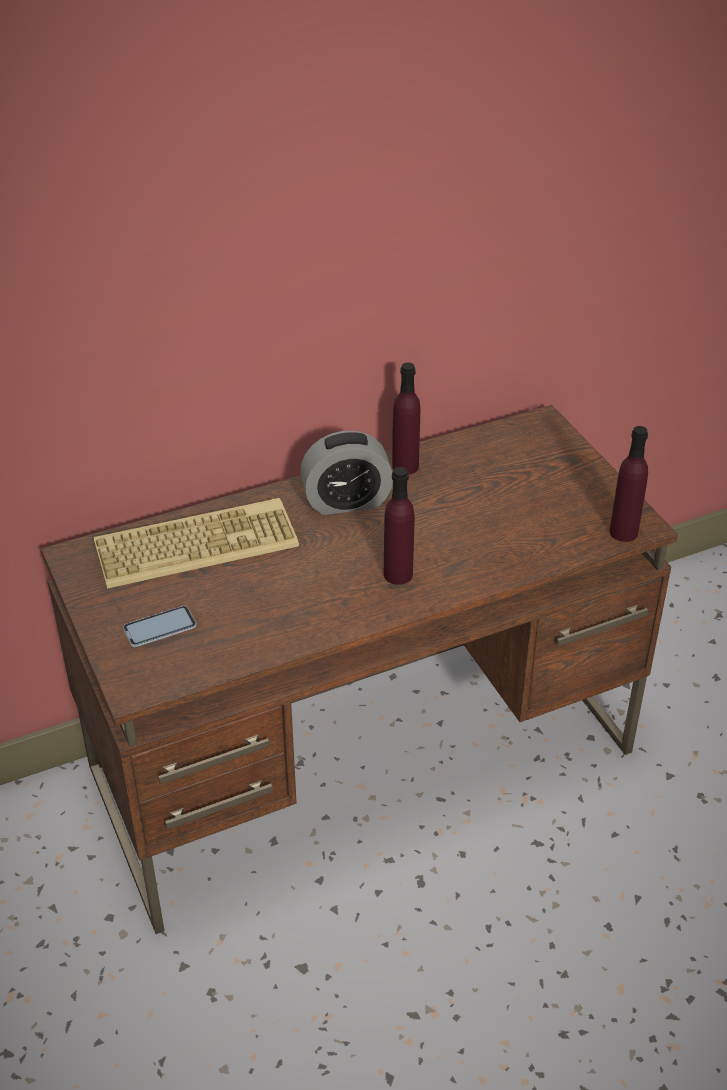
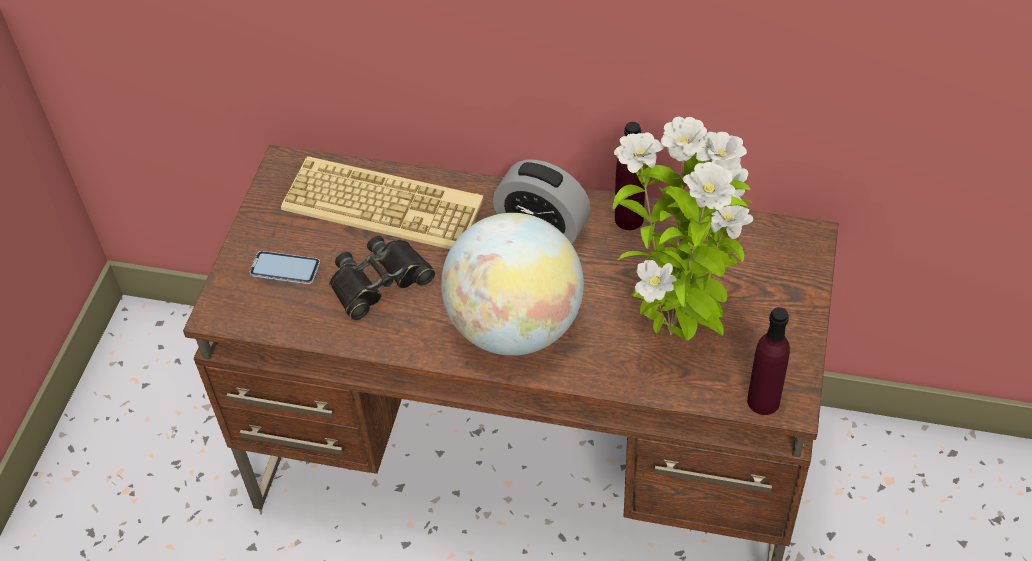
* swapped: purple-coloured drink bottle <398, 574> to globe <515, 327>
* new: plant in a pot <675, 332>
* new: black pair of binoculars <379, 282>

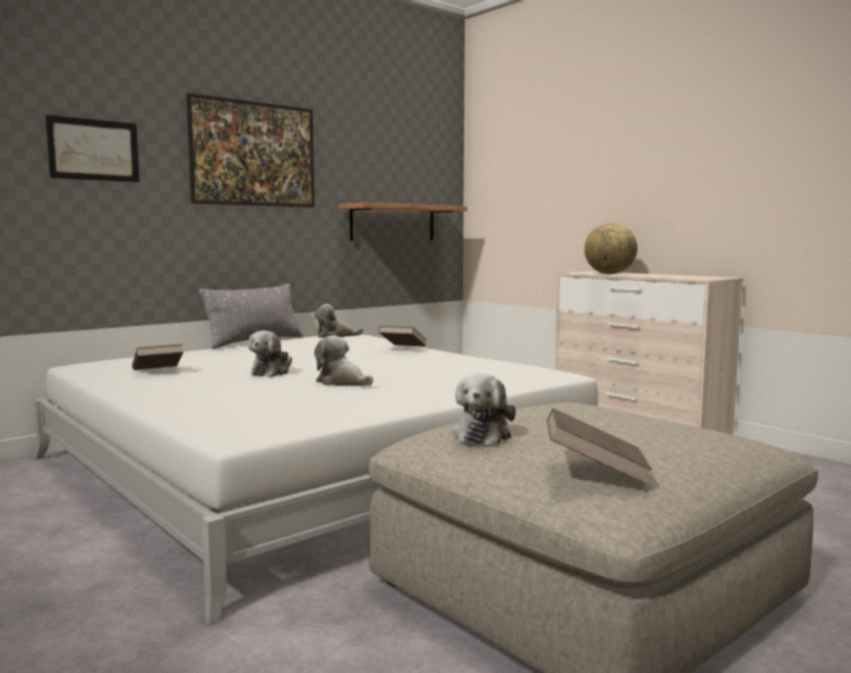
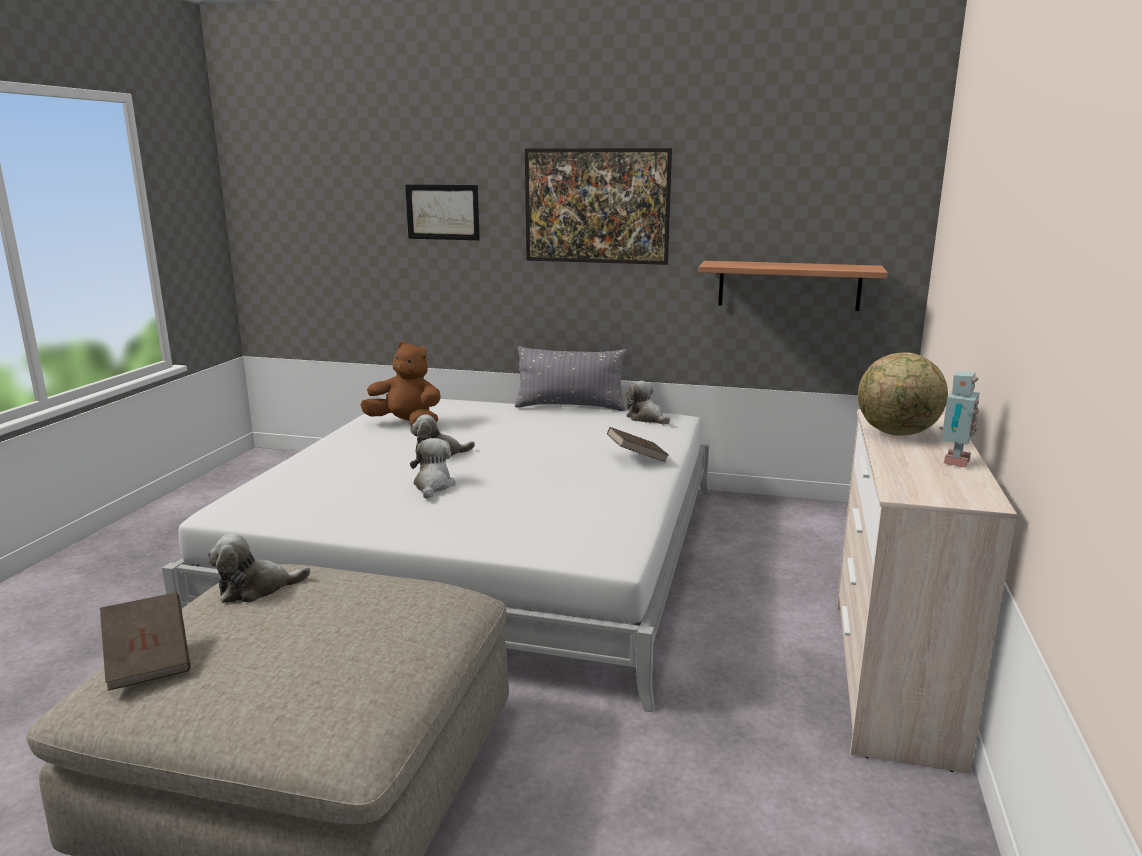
* swapped: brown bound book <157, 372> to brown plush toy <406, 425>
* new: toy robot <953, 462>

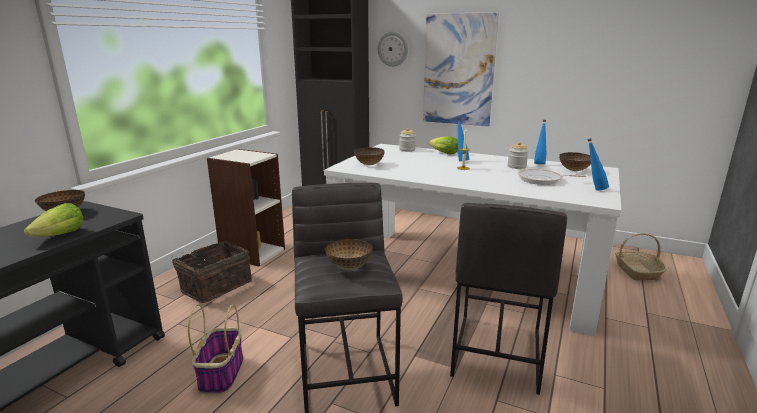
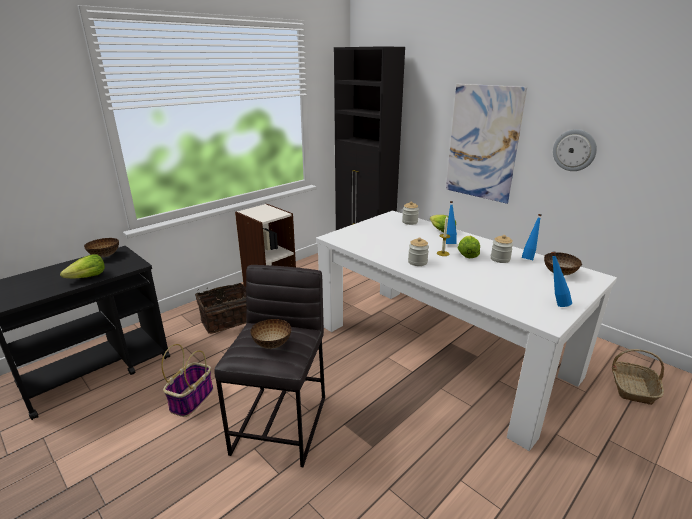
* shifted: clock on the wall <393, 49> to <574, 150>
* gone: deep dish <369, 164>
* gone: pan <542, 180>
* gone: greyish stool seat <495, 352>
* new: lettuce head <467, 254>
* new: storage jar <417, 262>

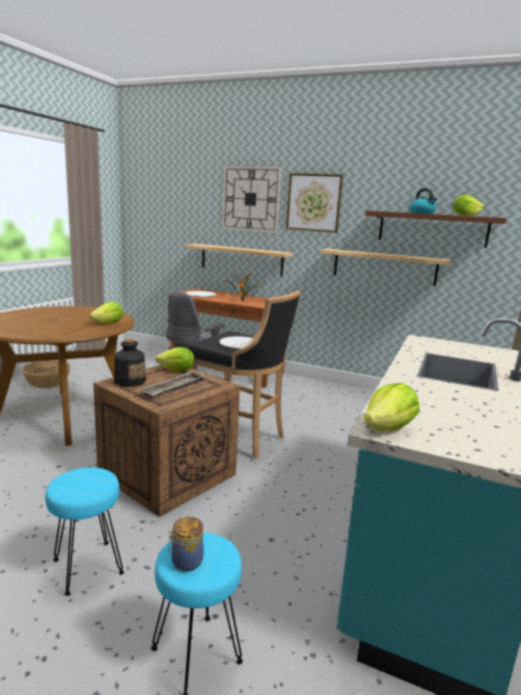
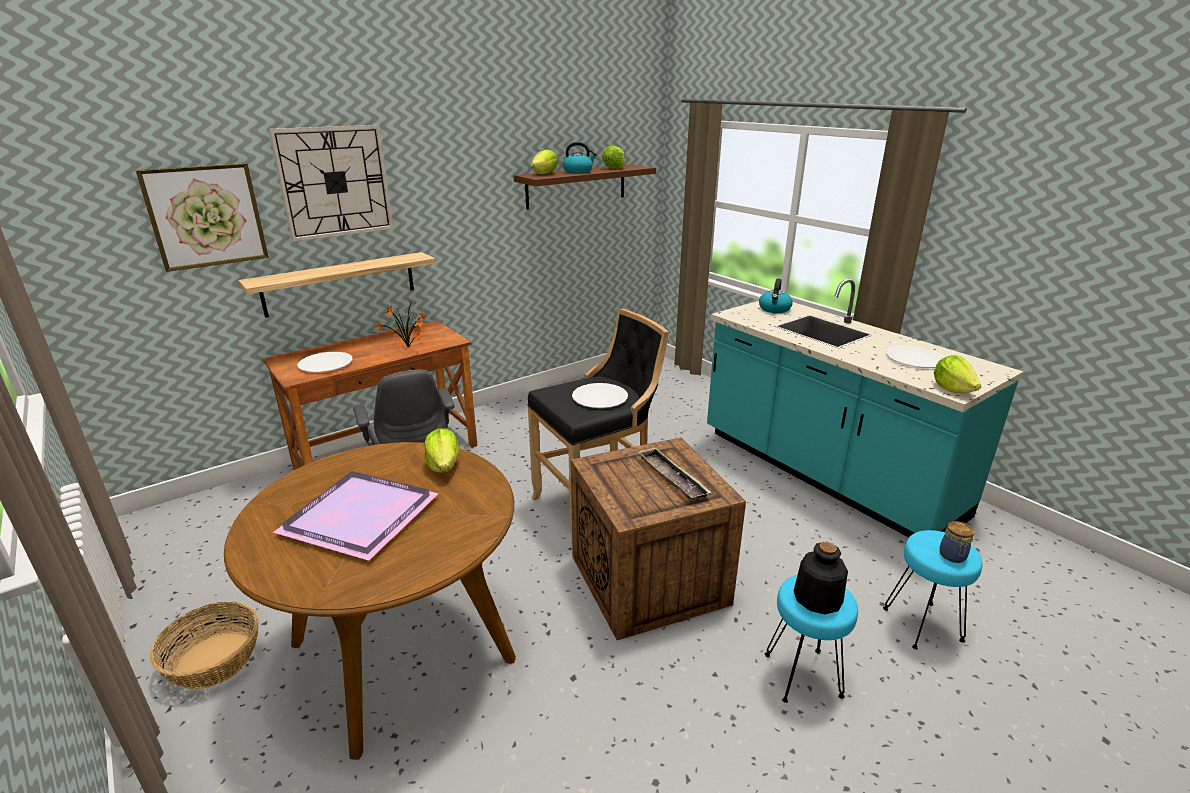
* shifted: wall art <313, 202> to <206, 216>
* gone: wall shelf <384, 267>
* shifted: drink bottle <130, 381> to <817, 598>
* shifted: lettuce head <177, 371> to <545, 174>
* new: tea kettle <774, 309>
* new: whitish dinner plate <915, 359>
* new: purple-coloured serving tray <360, 518>

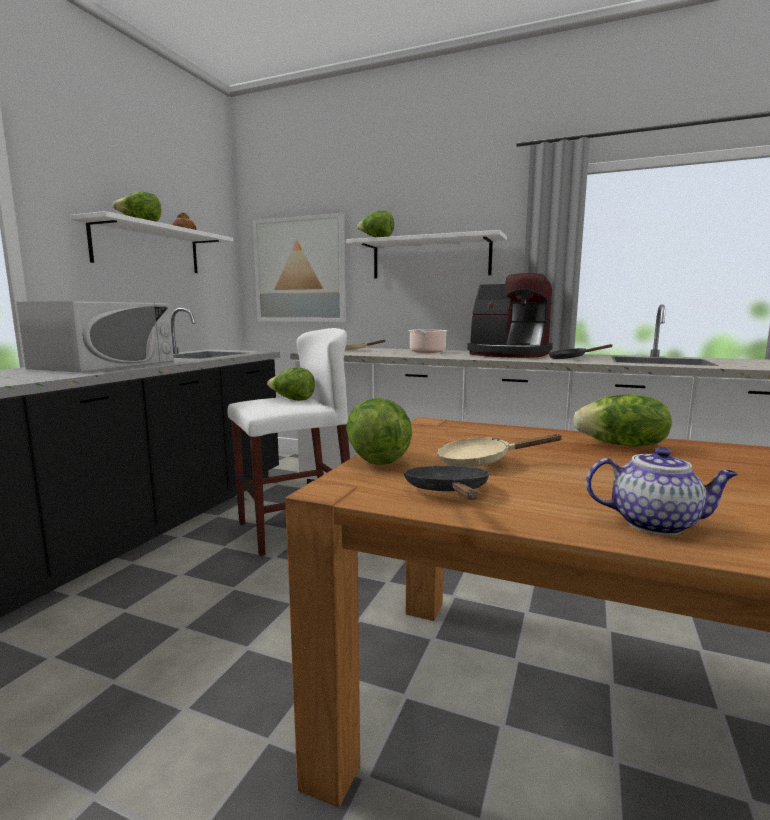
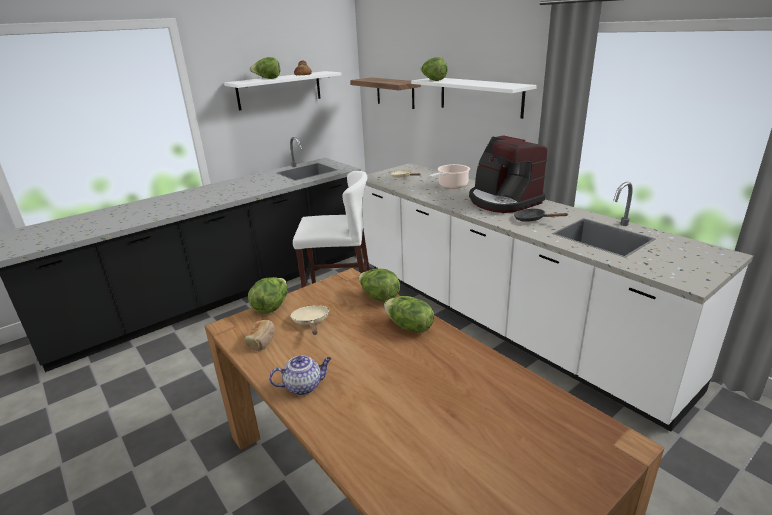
* swapped: wall art <300, 270> to wall shelf <395, 92>
* gone: whitish microwave oven <105, 365>
* shifted: lettuce head <292, 400> to <379, 297>
* rotated: sand-coloured pan <481, 462> = <311, 322> 45 degrees clockwise
* rotated: teapot <655, 523> = <304, 386> 60 degrees counterclockwise
* swapped: black pan <448, 493> to baked bread <262, 341>

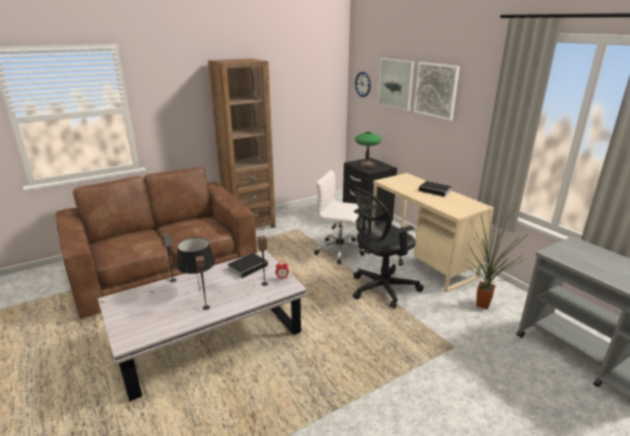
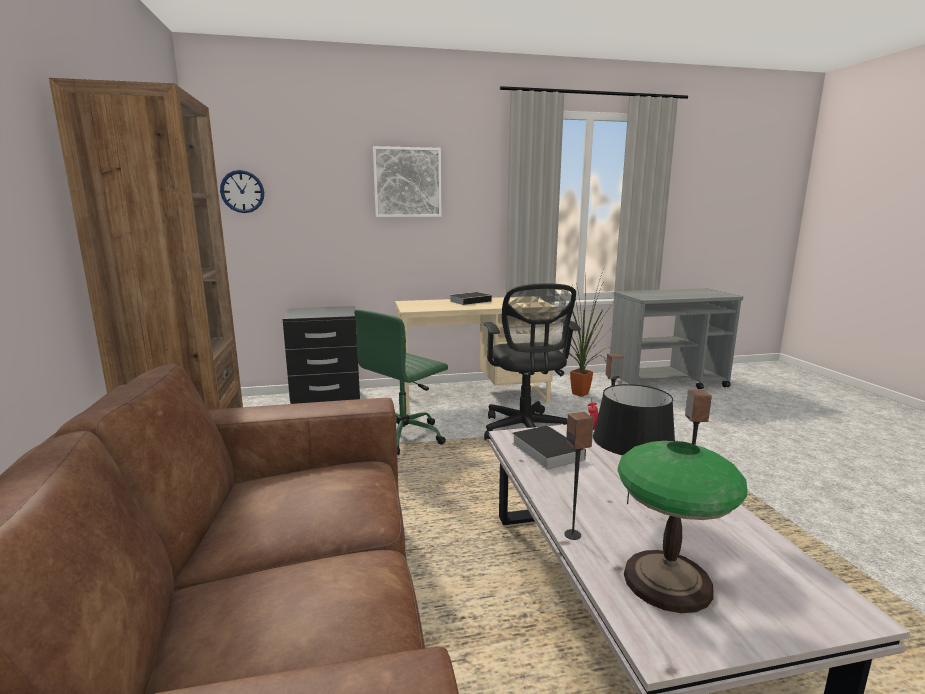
* gone: wall art <396, 83>
* shifted: lamp for a table <366, 165> to <668, 582>
* repainted: whitish office chair <340, 251> to green office chair <405, 435>

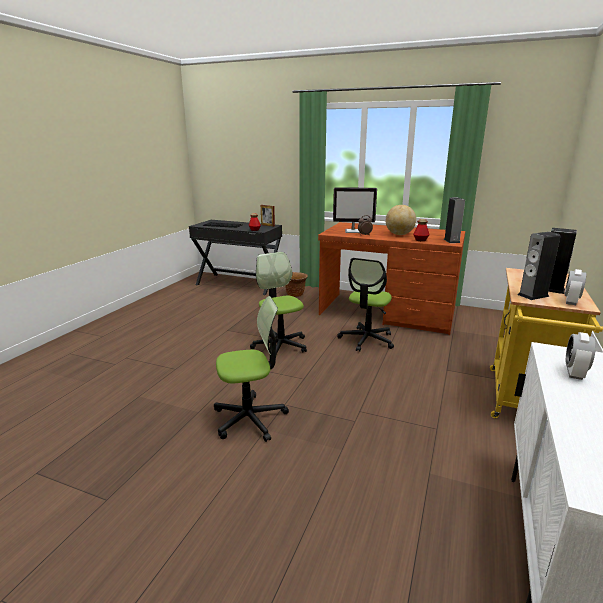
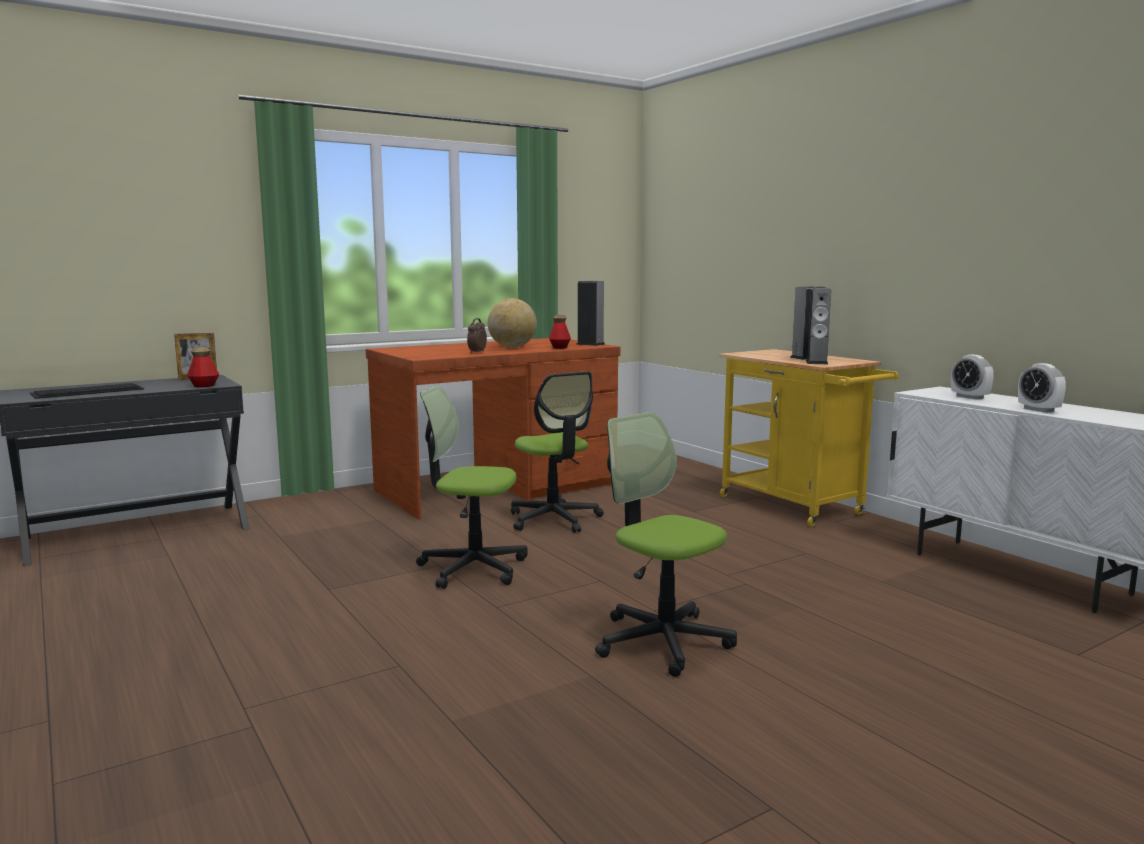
* gone: computer screen <353, 231>
* shifted: alarm clock <571, 301> to <1039, 410>
* gone: brown plant pot <295, 294>
* rotated: office chair <250, 418> = <662, 641> 60 degrees counterclockwise

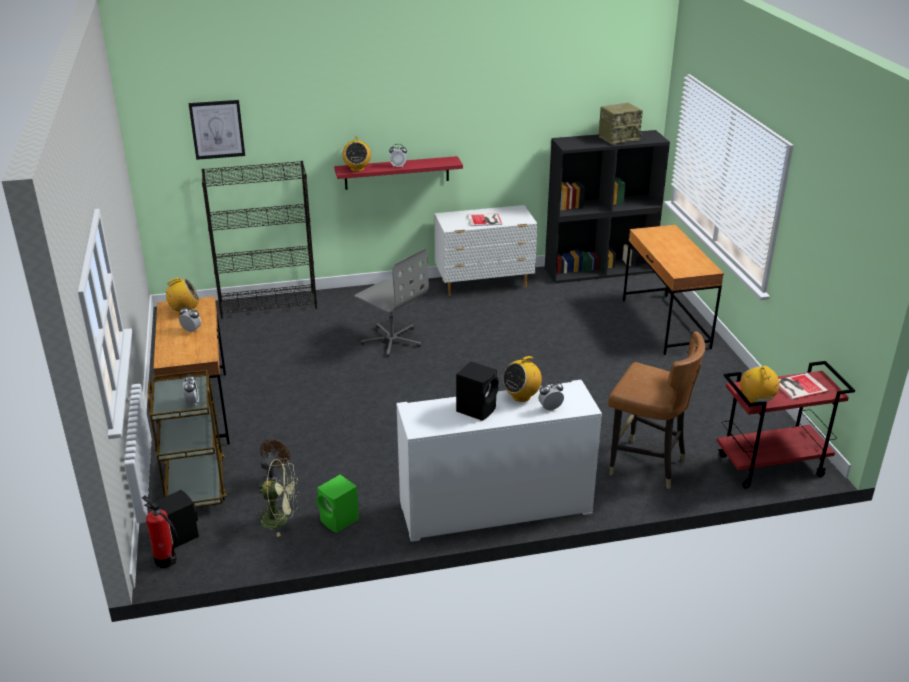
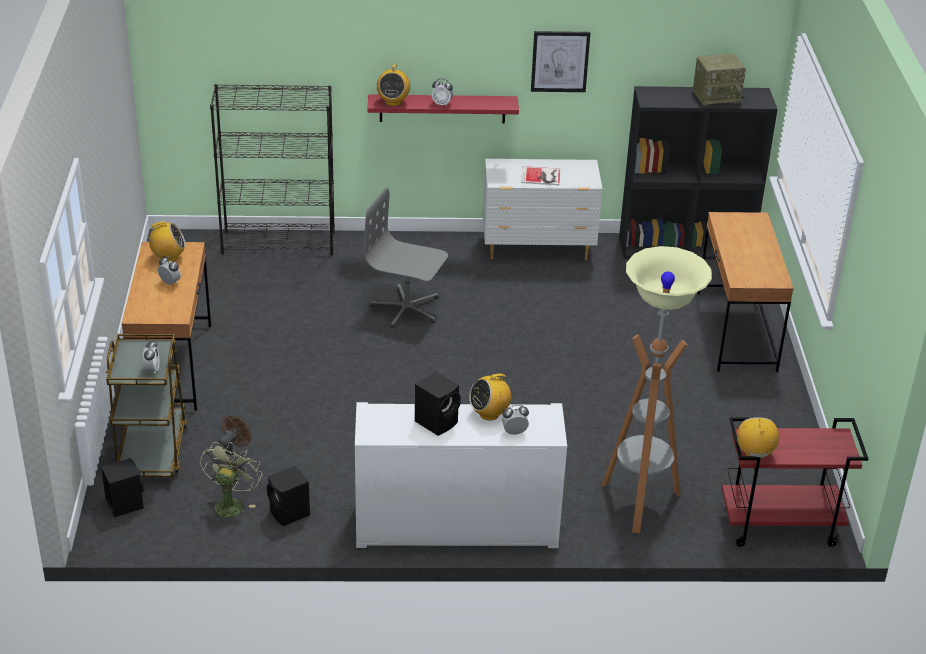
* shifted: wall art <217, 129> to <560, 61>
* rotated: greyish office chair <392, 340> = <406, 309> 150 degrees clockwise
* swapped: brown plain chair <646, 465> to standing lamp <639, 503>
* gone: bound book <798, 386>
* rotated: green electric fan <281, 520> = <230, 503> 90 degrees counterclockwise
* repainted: green loudspeaker <340, 521> to black loudspeaker <290, 514>
* gone: extinguisher <165, 560>

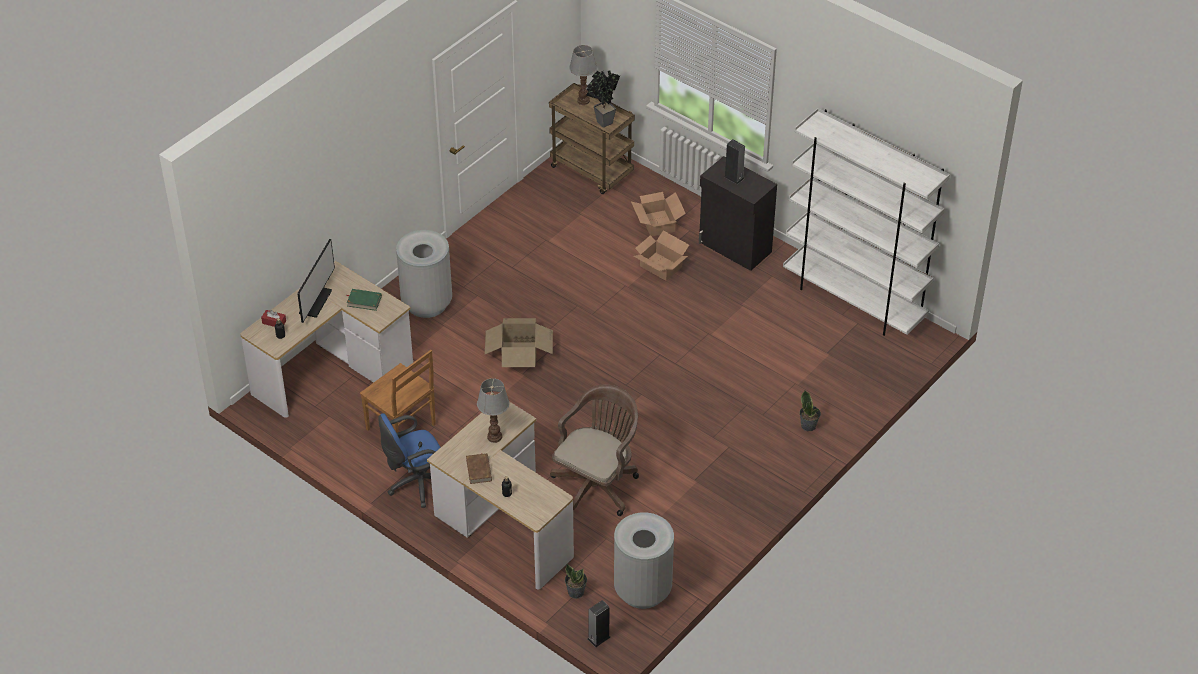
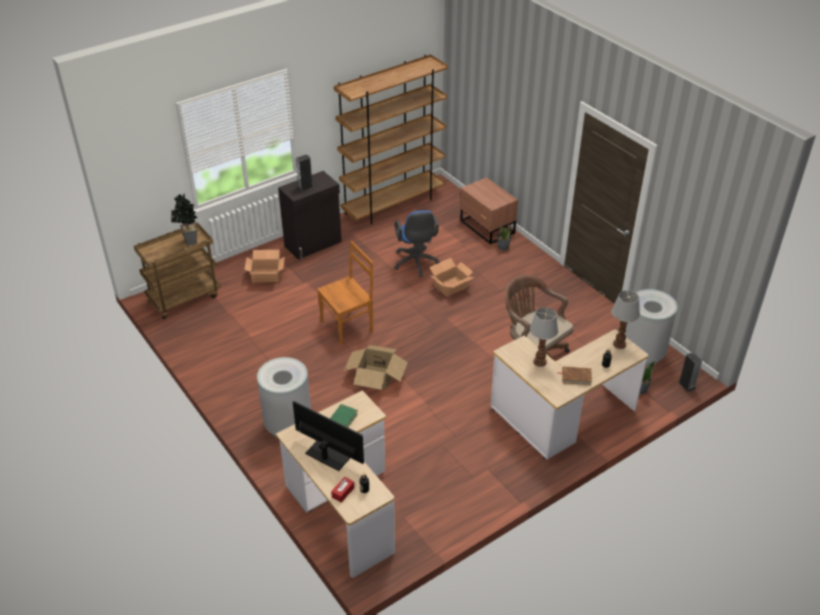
* shifted: lamp for a table <583, 101> to <619, 344>
* repainted: whitish shelving unit <854, 301> to brown shelving unit <393, 204>
* shifted: cardboard box <661, 266> to <450, 286>
* shifted: brown plain chair <402, 428> to <348, 326>
* shifted: bluish office chair <416, 484> to <416, 263>
* new: brown bedside table <487, 227>

